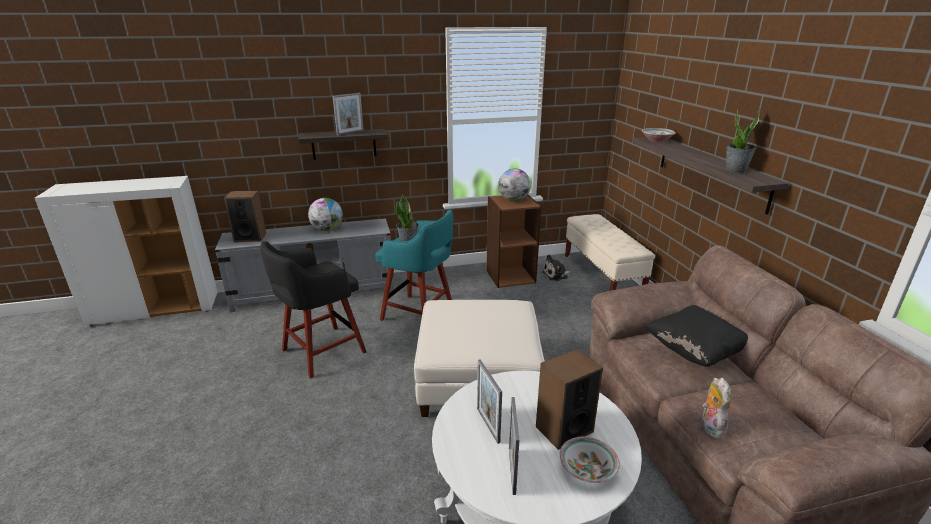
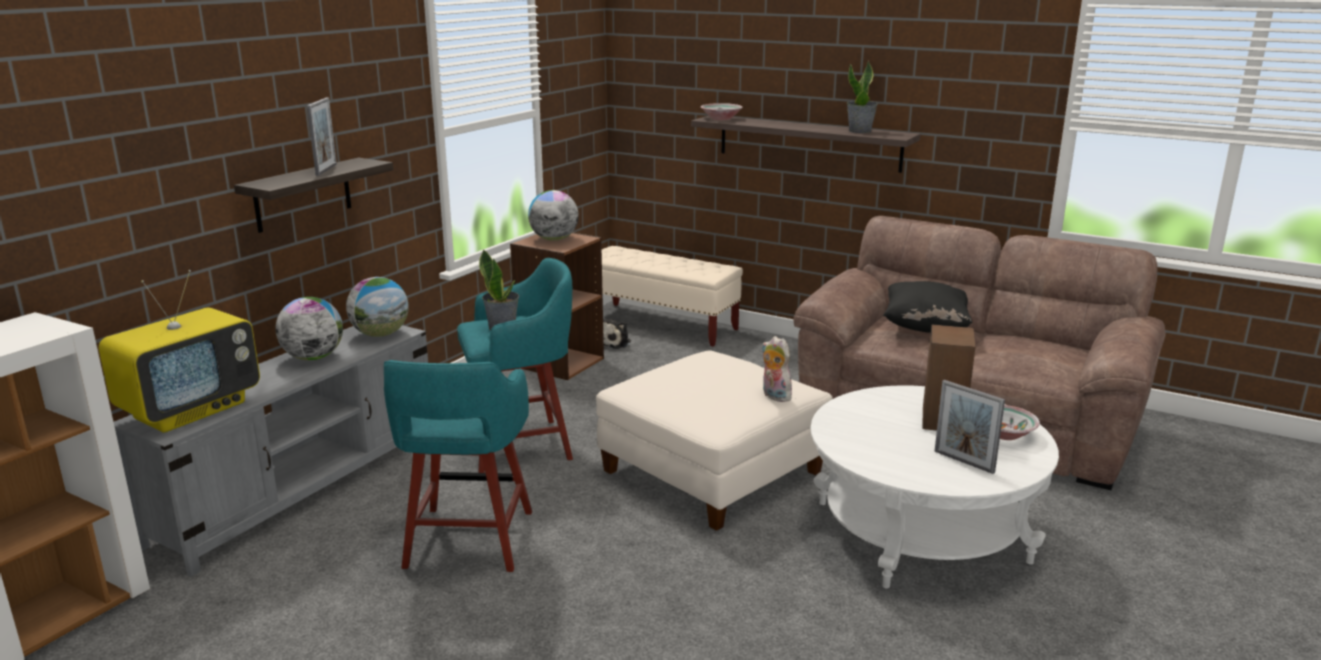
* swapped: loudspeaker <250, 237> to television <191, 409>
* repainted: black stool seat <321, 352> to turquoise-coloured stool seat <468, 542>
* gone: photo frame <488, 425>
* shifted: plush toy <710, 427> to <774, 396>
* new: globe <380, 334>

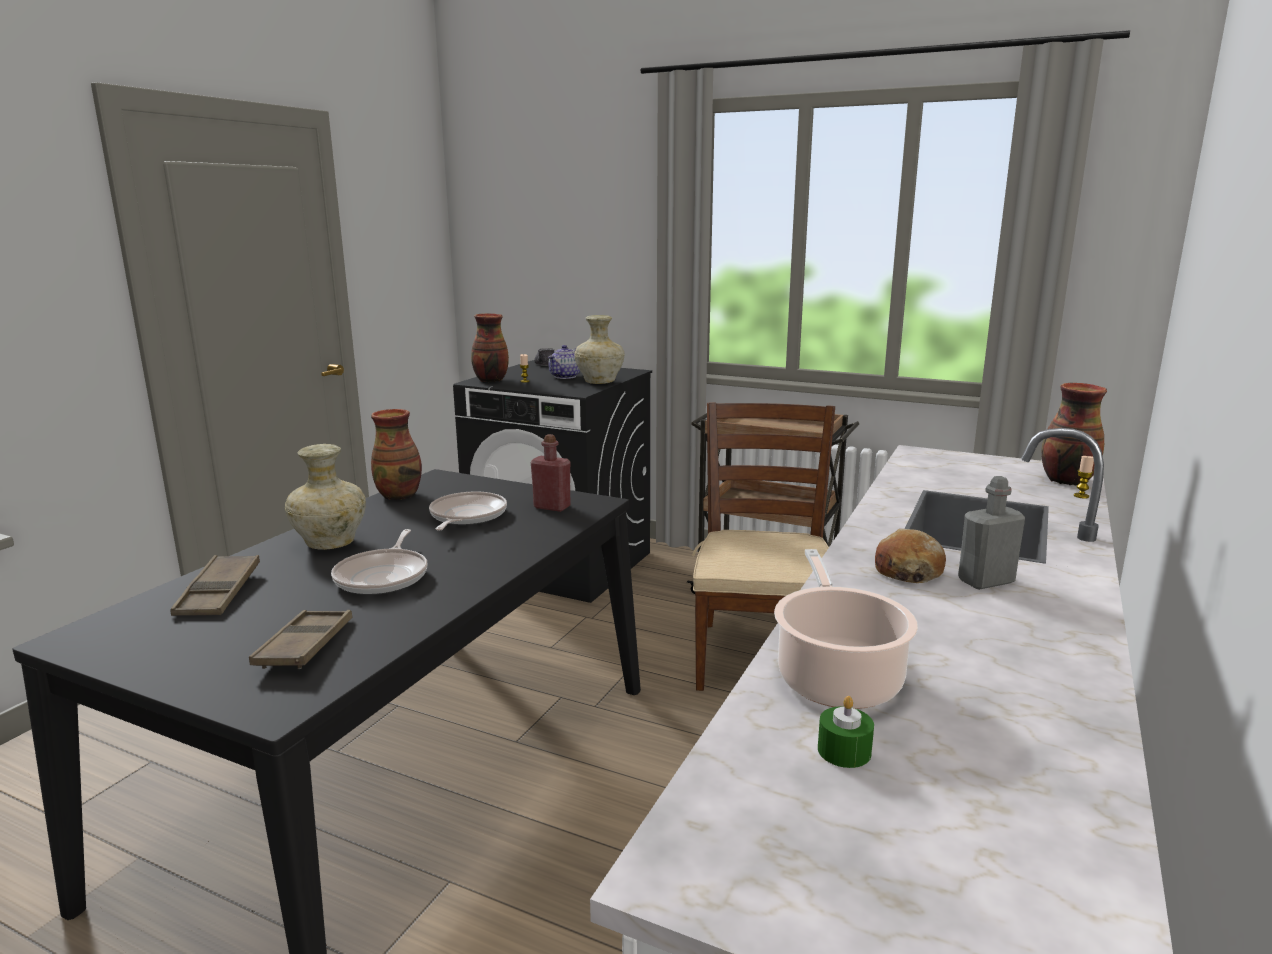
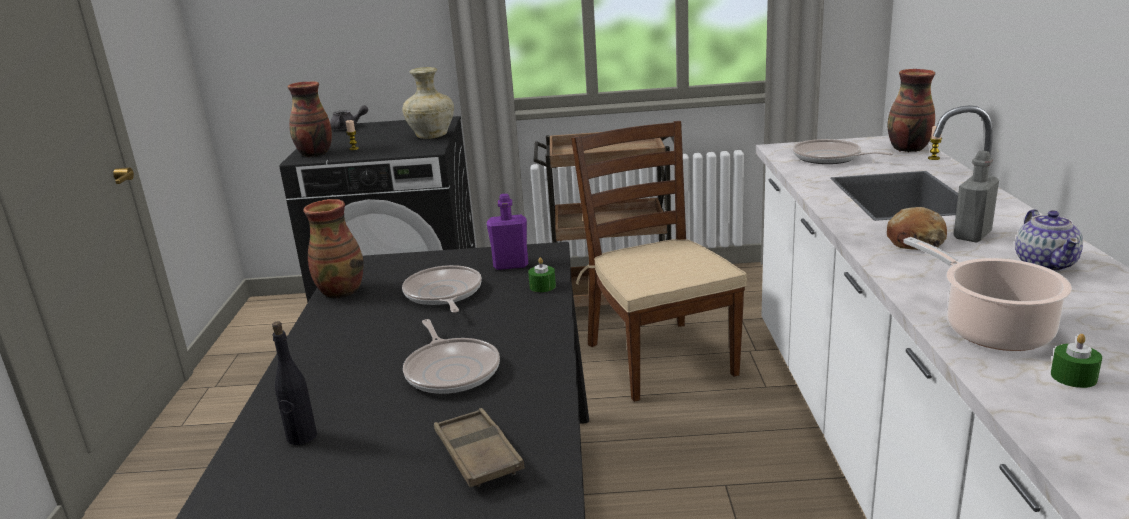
* shifted: teapot <565, 376> to <1045, 264>
* repainted: red-coloured drink bottle <552, 507> to purple-coloured drink bottle <511, 265>
* gone: sand-coloured vase <329, 543>
* swapped: brown serving tray <219, 593> to black drink bottle <301, 437>
* new: pan <830, 158>
* new: green candle <542, 286>

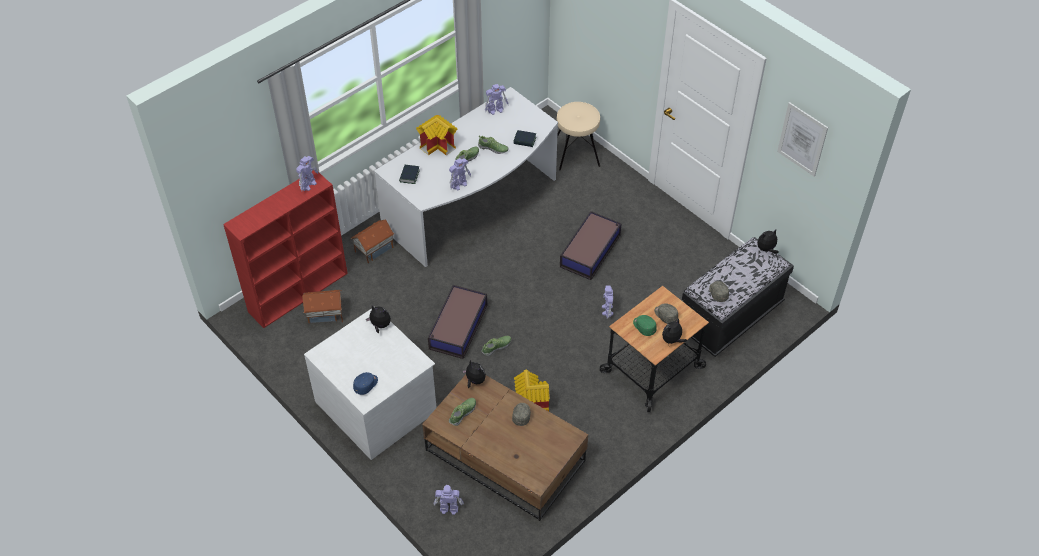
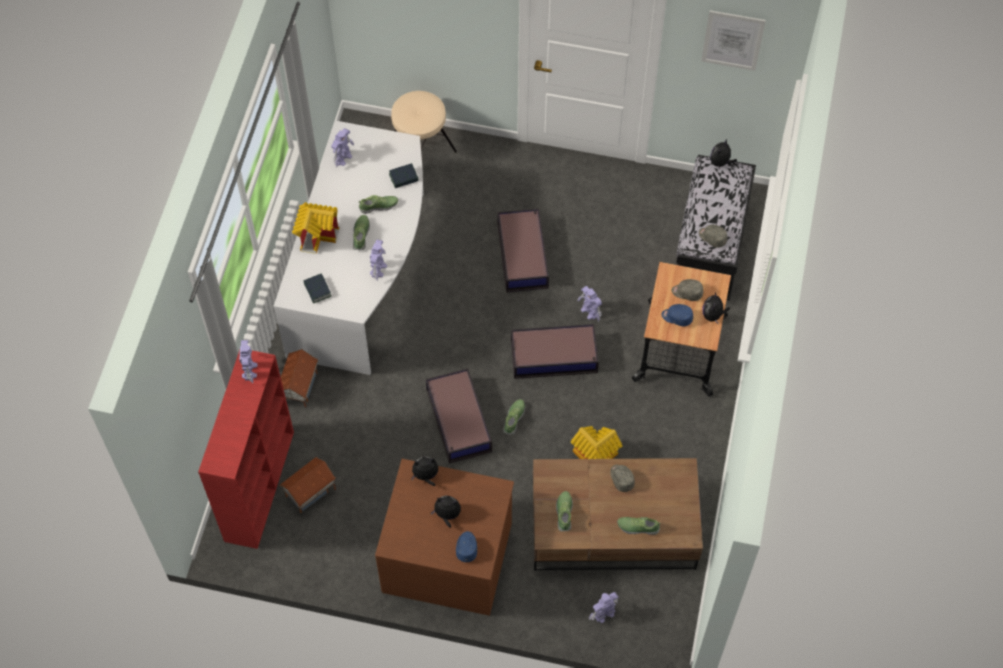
* repainted: whitish dresser <377, 405> to brown dresser <448, 555>
* repainted: green peaked cap <644, 327> to bluish peaked cap <677, 317>
* shifted: plush toy <474, 381> to <447, 515>
* new: storage box <555, 357>
* new: low shoe <638, 527>

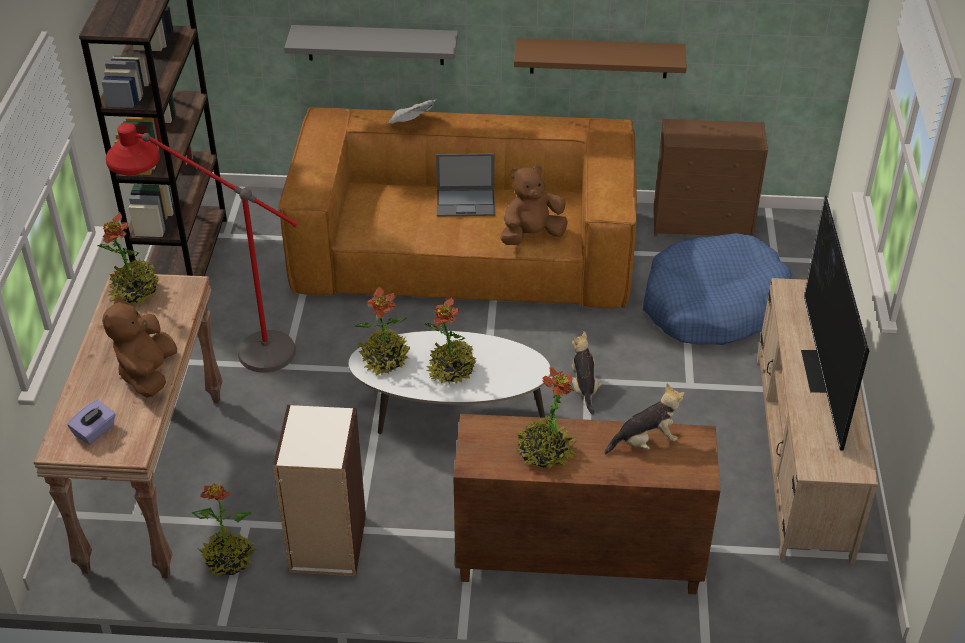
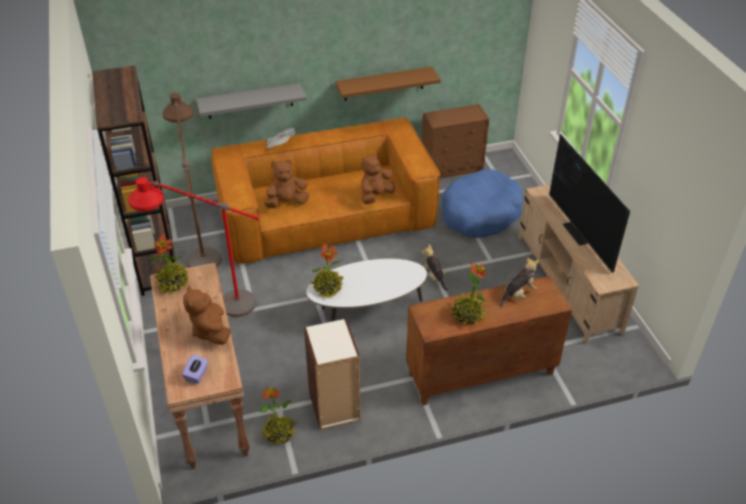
* gone: notebook computer <466, 202>
* gone: plant in a pot <452, 370>
* new: brown standing lamp <201, 244>
* new: brown plush toy <286, 202>

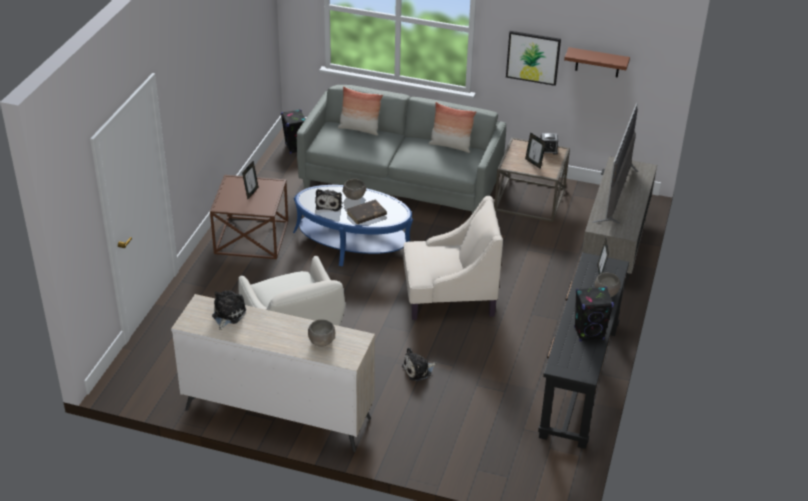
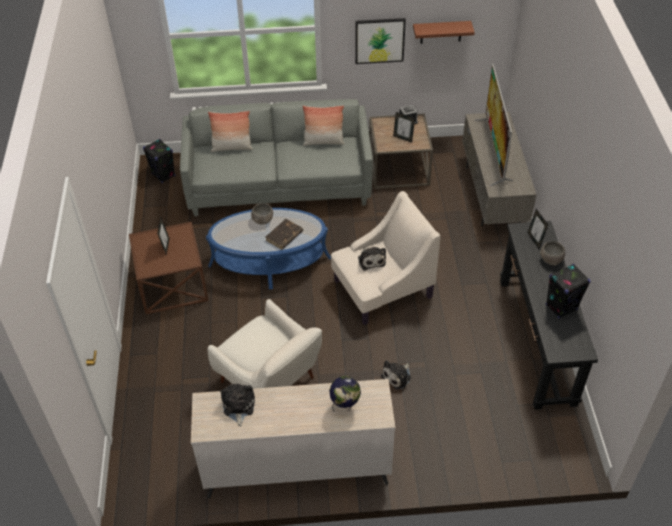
* shifted: plush toy <329, 204> to <371, 260>
* swapped: greyish deep dish <322, 341> to globe <345, 405>

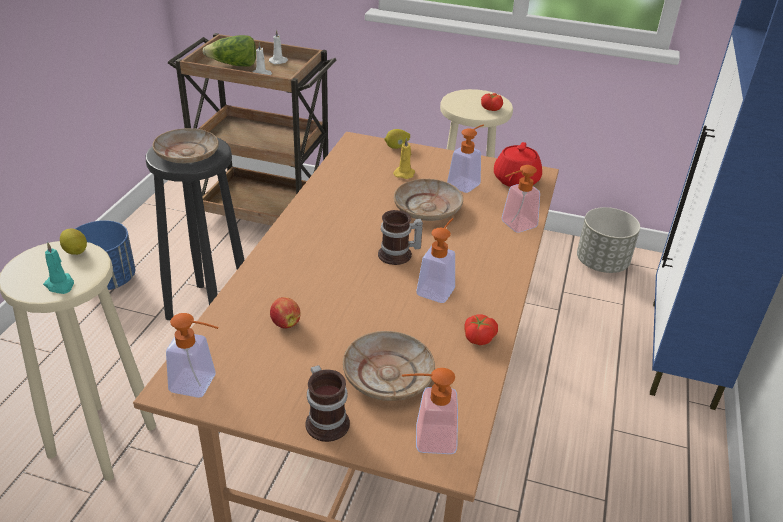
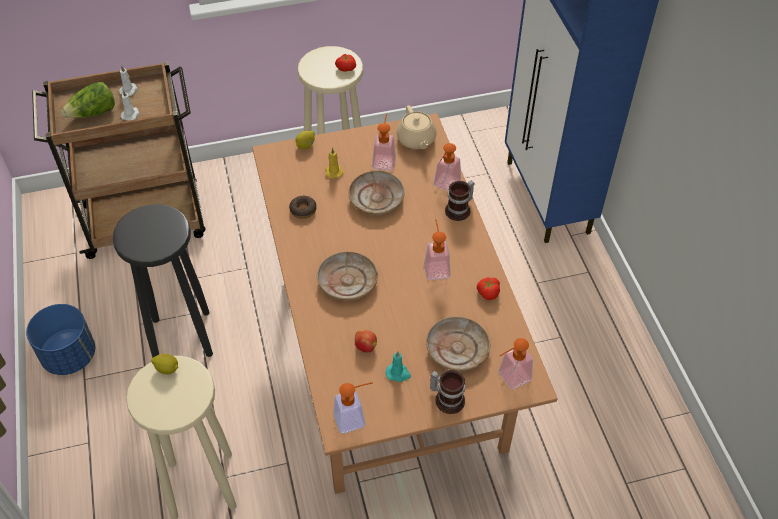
* shifted: sand-coloured dinner plate <187, 154> to <347, 281>
* repainted: red-coloured teapot <515, 180> to sand-coloured teapot <416, 140>
* gone: greyish plant pot <602, 263>
* shifted: mug <398, 255> to <460, 210>
* shifted: turquoise-coloured candle <60, 285> to <398, 373>
* new: doughnut <303, 210>

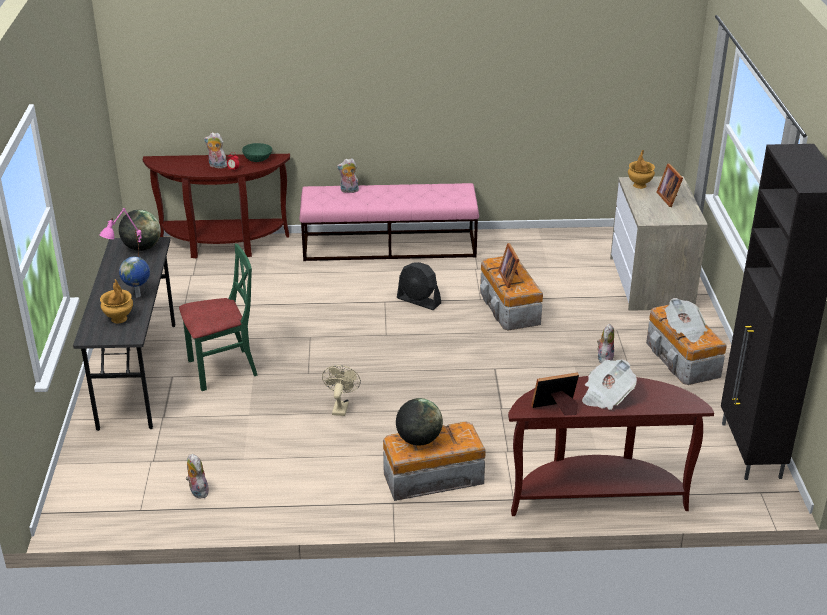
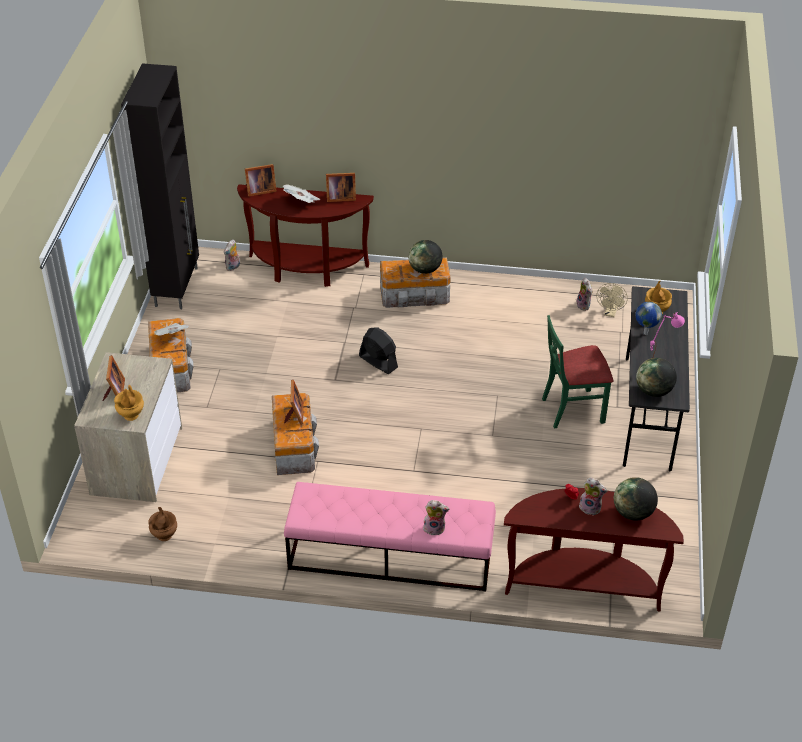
* gone: green deep dish <257, 159>
* shifted: black electric fan <419, 301> to <378, 362>
* shifted: plush toy <604, 358> to <233, 267>
* shifted: sand-coloured electric fan <340, 406> to <610, 313>
* new: photo frame <259, 190>
* new: globe <633, 513>
* new: brown vase <165, 536>

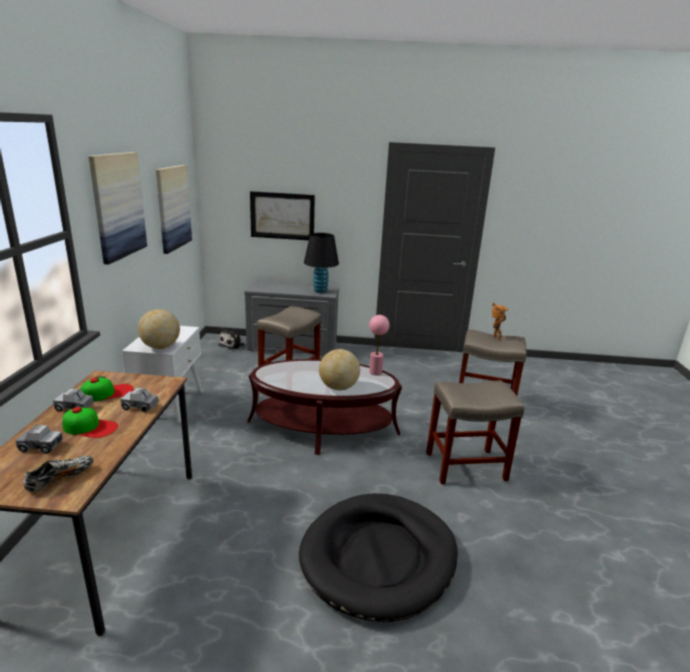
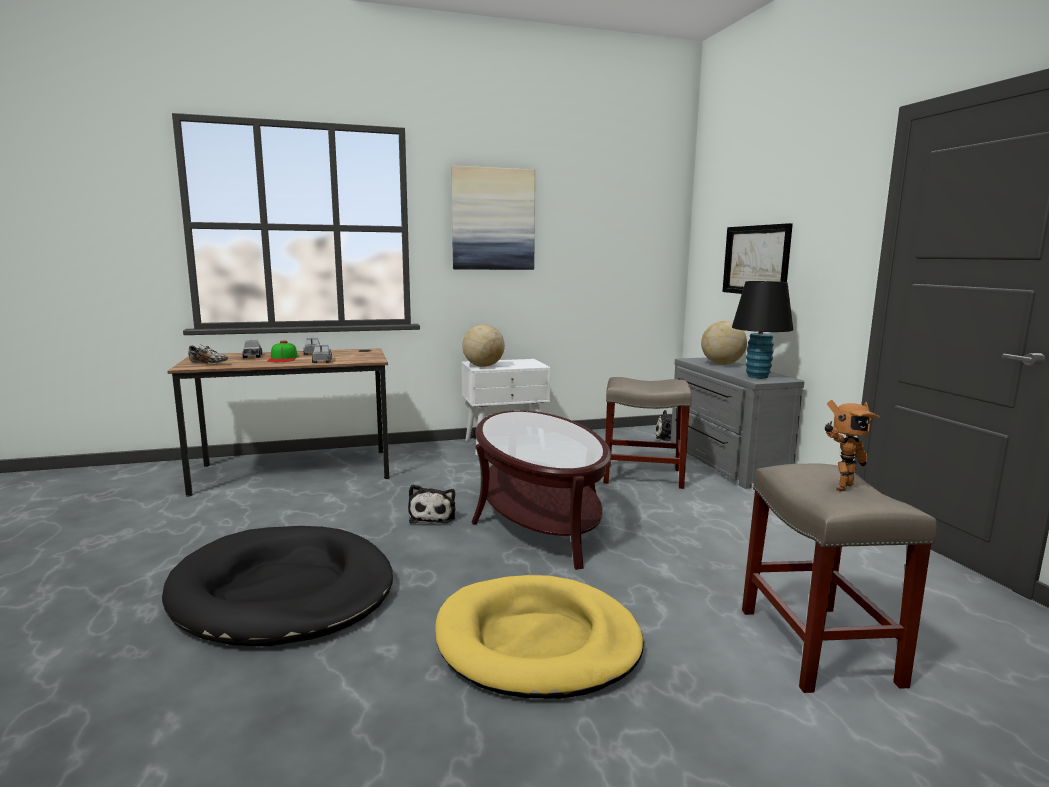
* gone: wall art <173, 207>
* gone: pink-coloured lamp for a table <375, 372>
* shifted: globe <338, 387> to <722, 364>
* gone: peaked cap <107, 392>
* swapped: sand-coloured stool seat <466, 466> to yellow pet bed <537, 642>
* new: plush toy <433, 516>

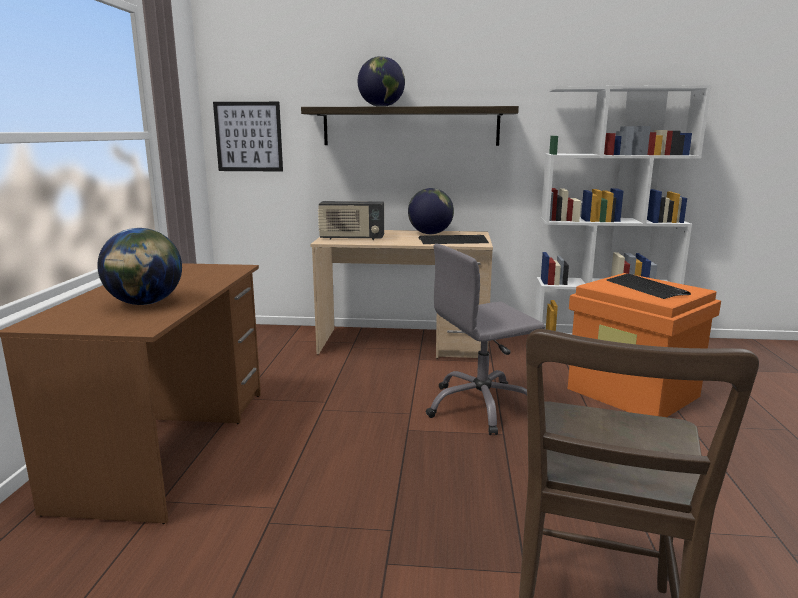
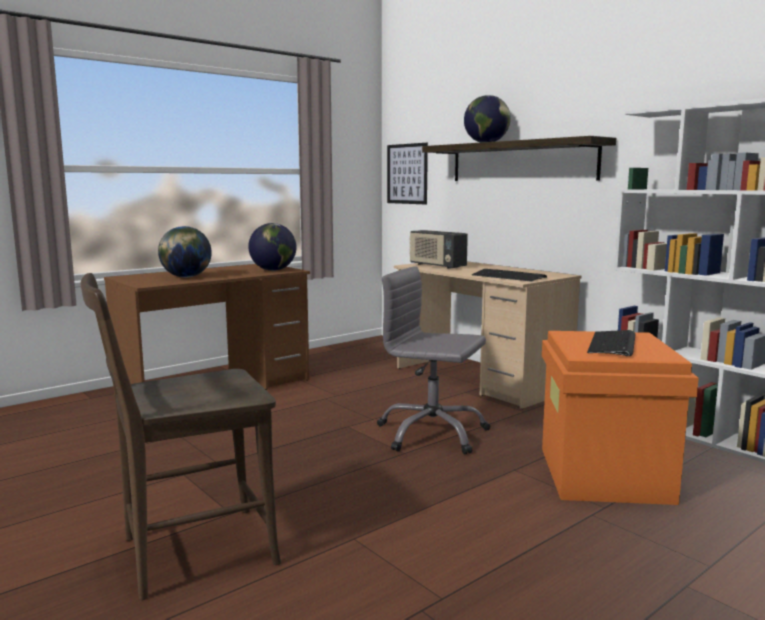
* shifted: globe <430, 233> to <273, 270>

